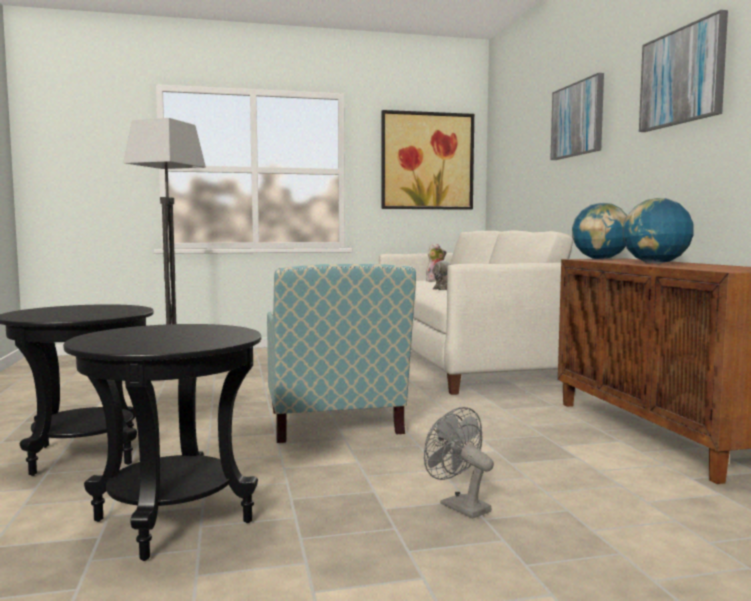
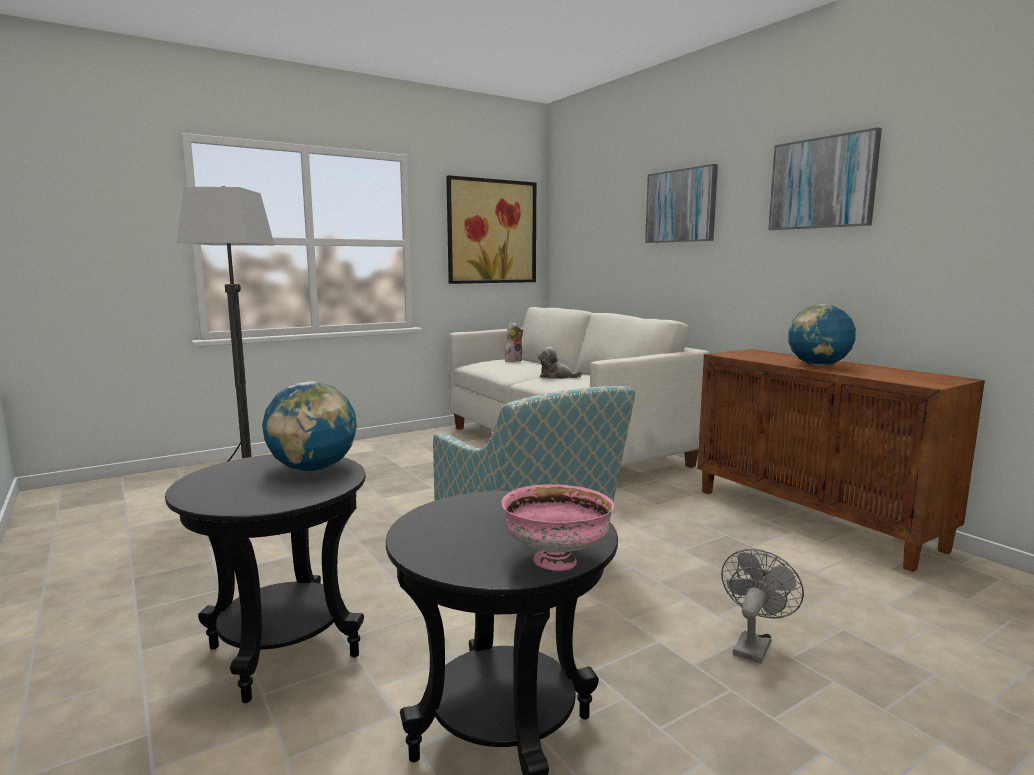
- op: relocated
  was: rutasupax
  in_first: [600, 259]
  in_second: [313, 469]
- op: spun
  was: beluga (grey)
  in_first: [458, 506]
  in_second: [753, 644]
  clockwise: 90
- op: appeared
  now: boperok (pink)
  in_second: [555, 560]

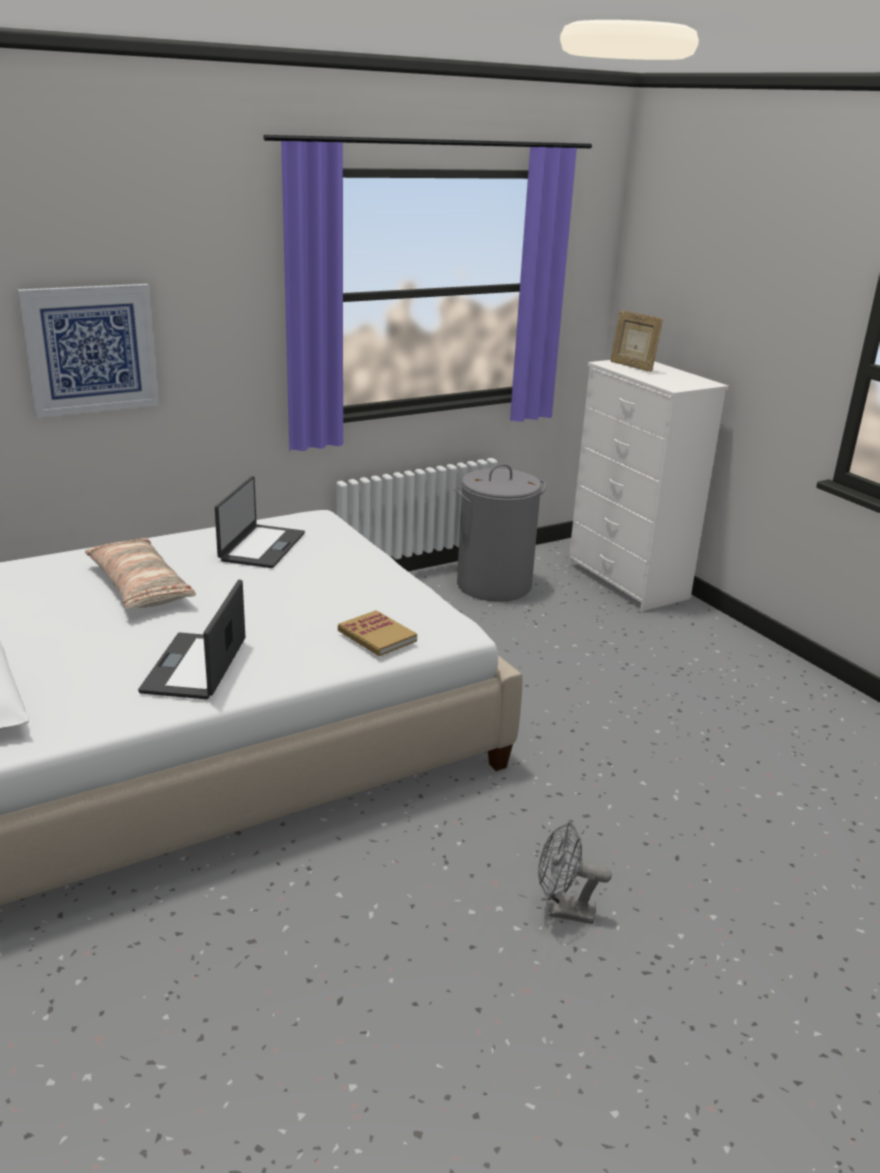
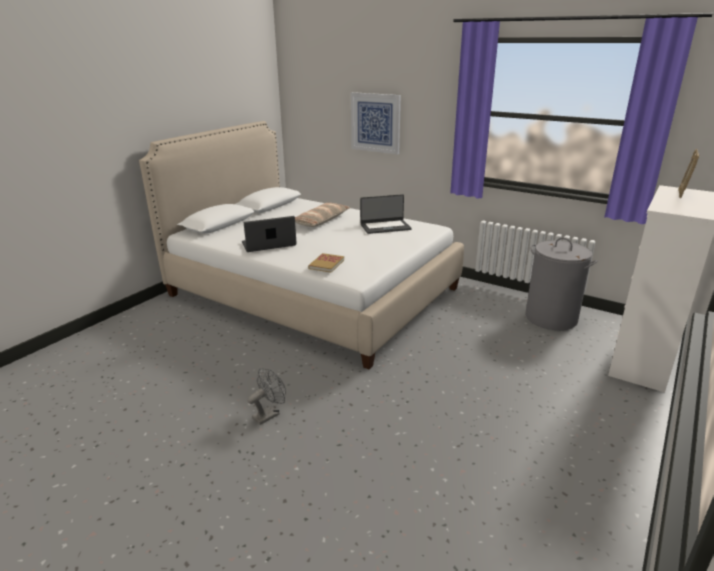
- op: spun
  was: beluga (grey)
  in_first: [563, 910]
  in_second: [269, 414]
  clockwise: 60

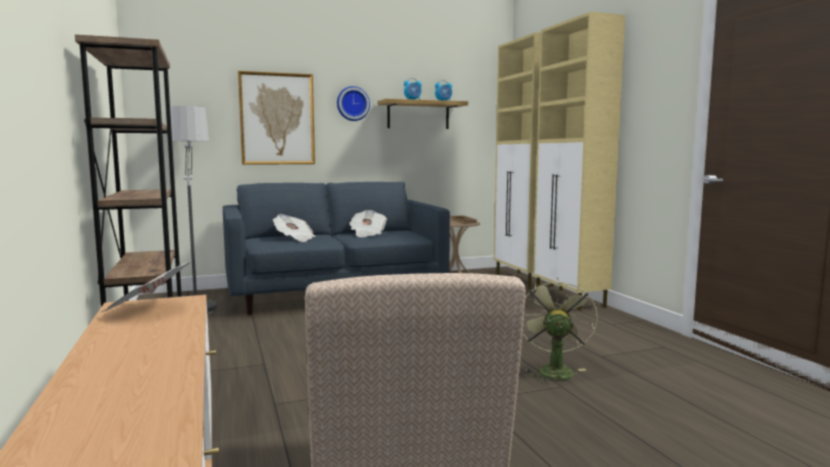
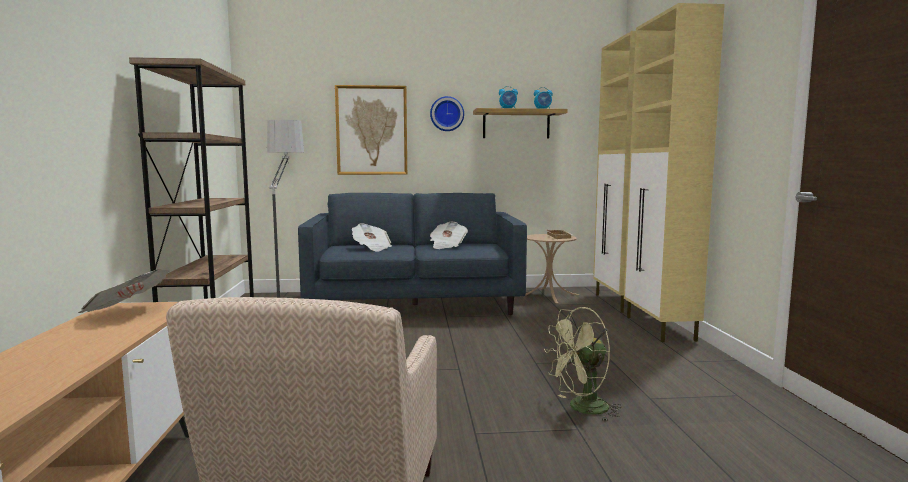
- op: spun
  was: beluga (green)
  in_first: [553, 370]
  in_second: [582, 409]
  clockwise: -135

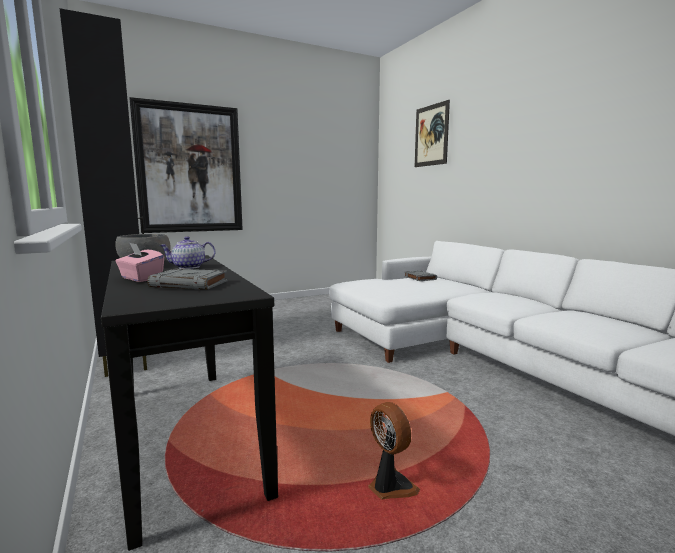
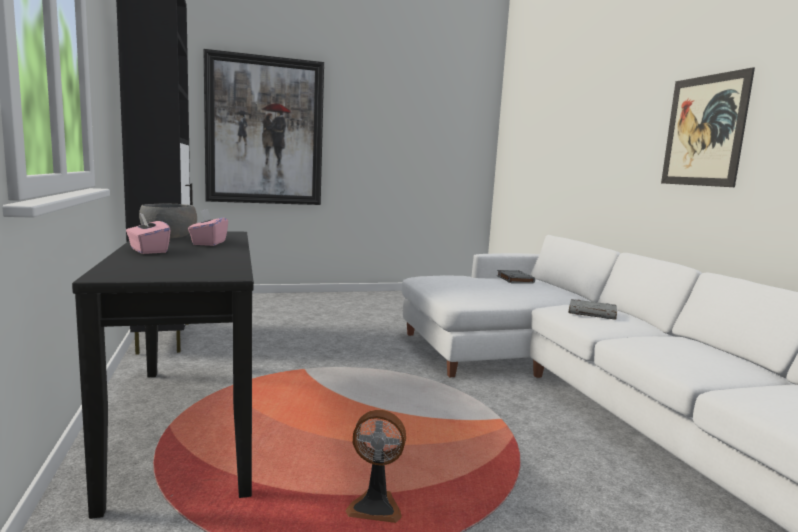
- op: relocated
  was: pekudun
  in_first: [431, 135]
  in_second: [704, 131]
- op: exchanged
  was: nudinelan
  now: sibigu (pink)
  in_first: [188, 267]
  in_second: [208, 243]
- op: relocated
  was: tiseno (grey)
  in_first: [190, 284]
  in_second: [592, 313]
- op: spun
  was: beluga
  in_first: [390, 487]
  in_second: [375, 506]
  clockwise: 120

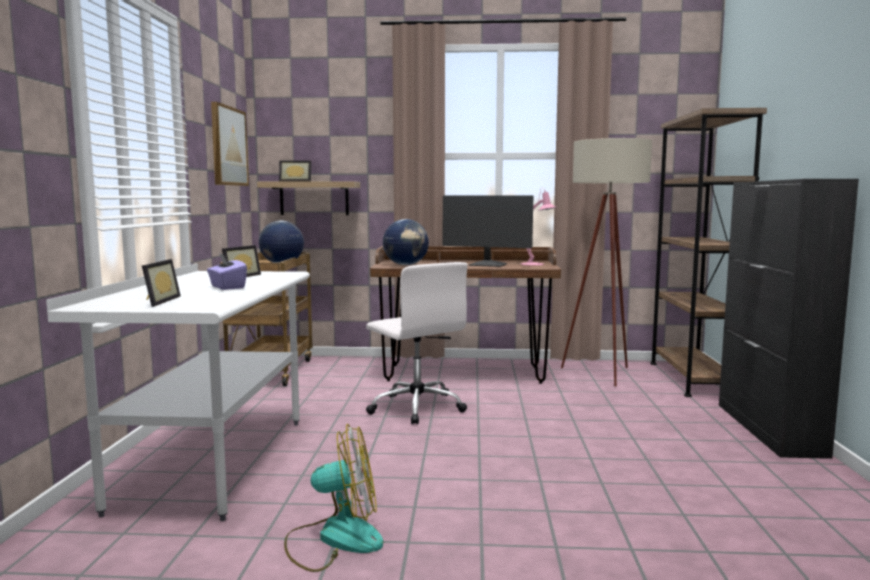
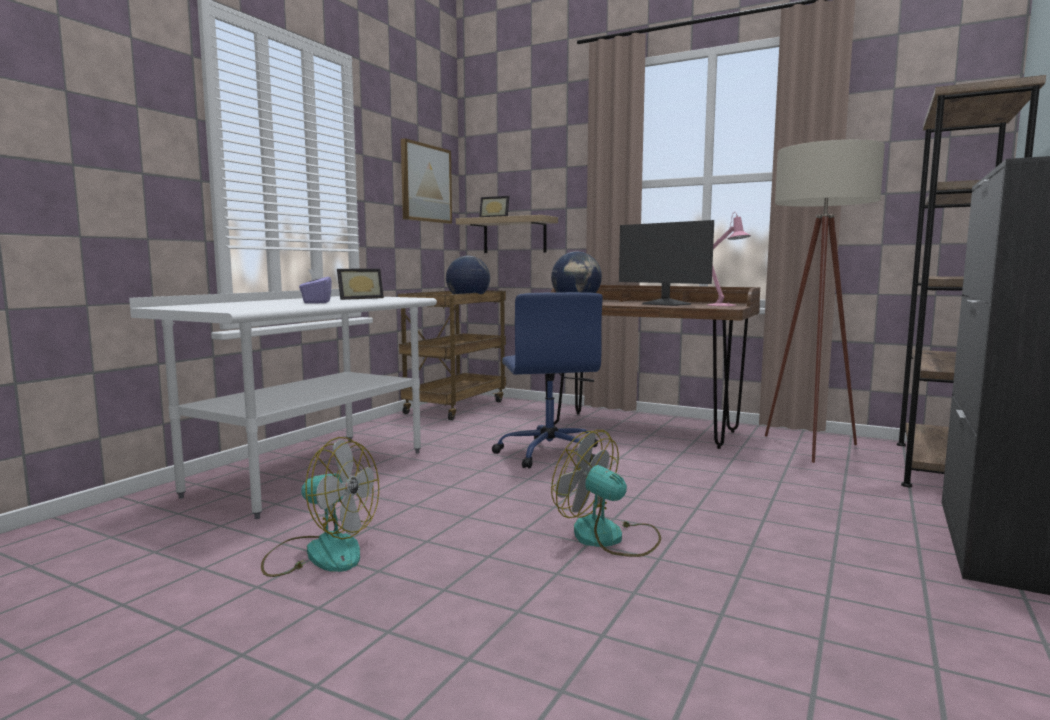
- op: missing
  was: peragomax
  in_first: [156, 301]
- op: colour
  was: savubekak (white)
  now: savubekak (blue)
  in_first: [416, 407]
  in_second: [549, 453]
- op: appeared
  now: beluga
  in_second: [609, 538]

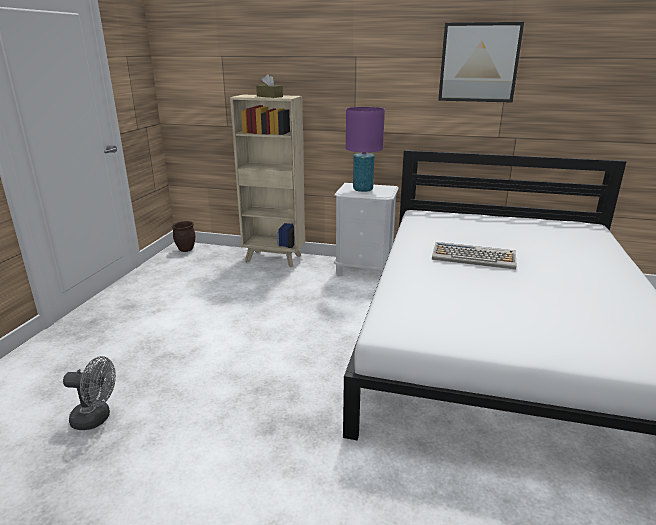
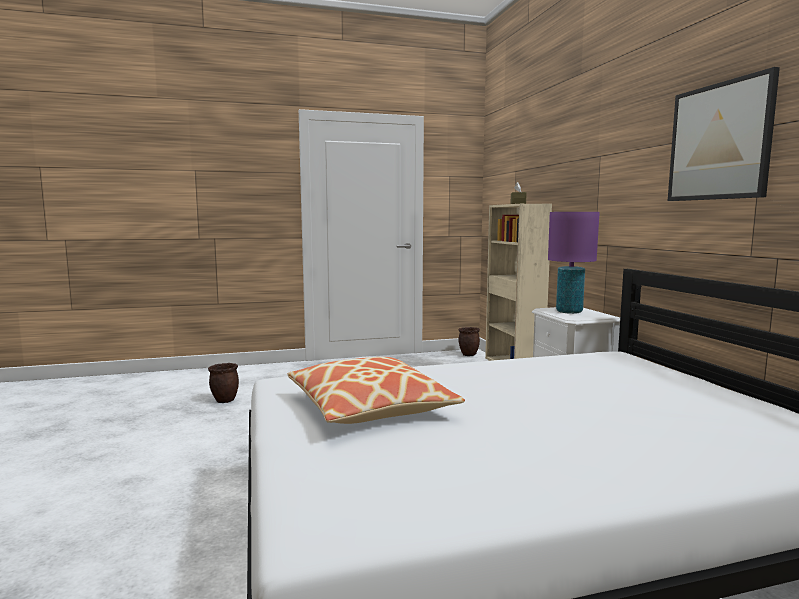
- op: missing
  was: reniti
  in_first: [474, 257]
- op: exchanged
  was: beluga (grey)
  now: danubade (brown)
  in_first: [97, 418]
  in_second: [225, 400]
- op: appeared
  now: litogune
  in_second: [370, 407]

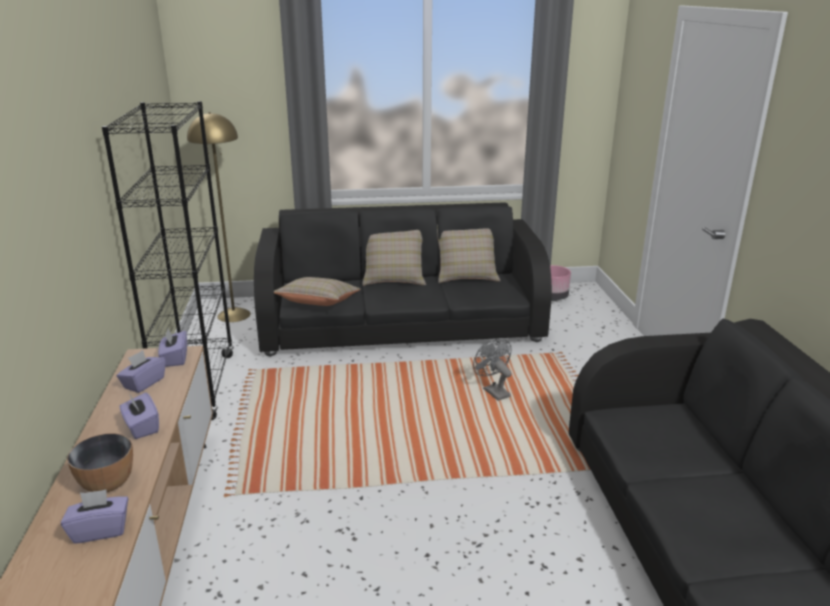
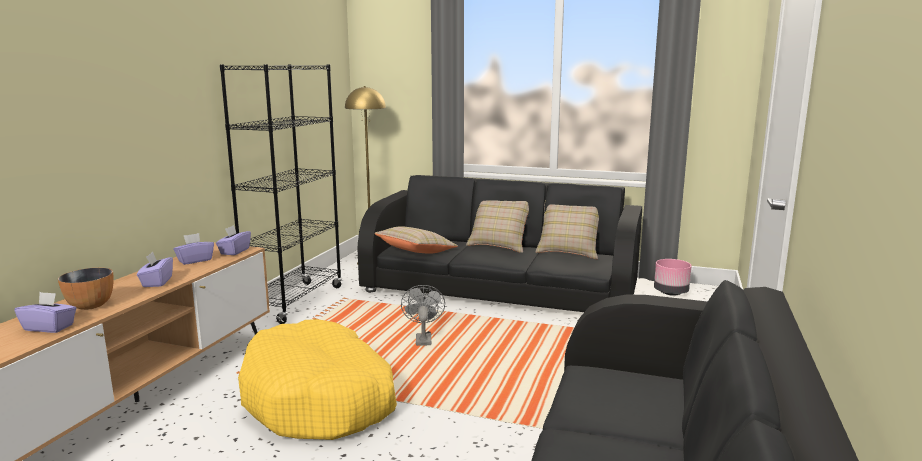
- op: relocated
  was: beluga (grey)
  in_first: [493, 391]
  in_second: [423, 338]
- op: appeared
  now: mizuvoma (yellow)
  in_second: [320, 399]

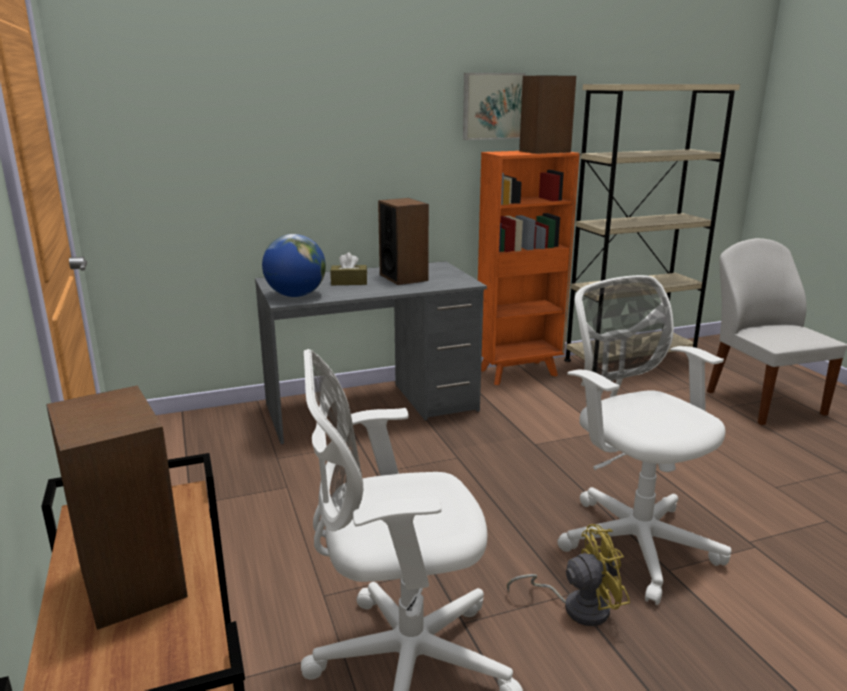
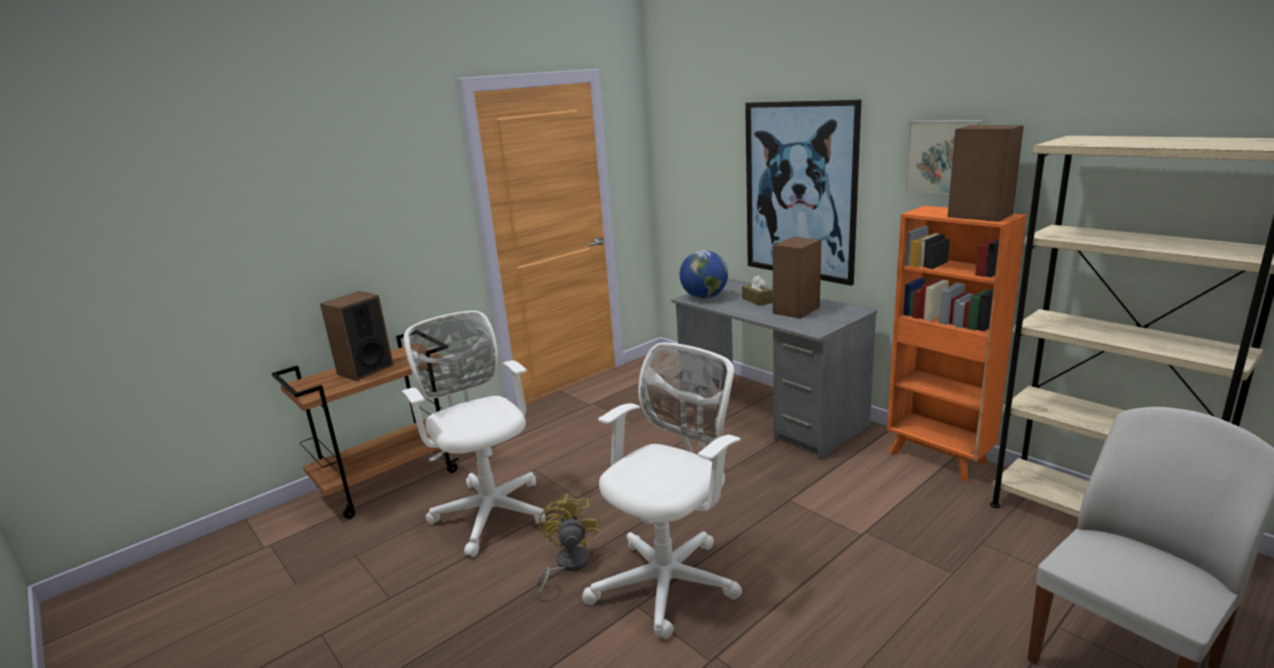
- op: spun
  was: beluga (yellow)
  in_first: [576, 606]
  in_second: [567, 565]
  clockwise: -150
- op: appeared
  now: pekudun
  in_second: [799, 191]

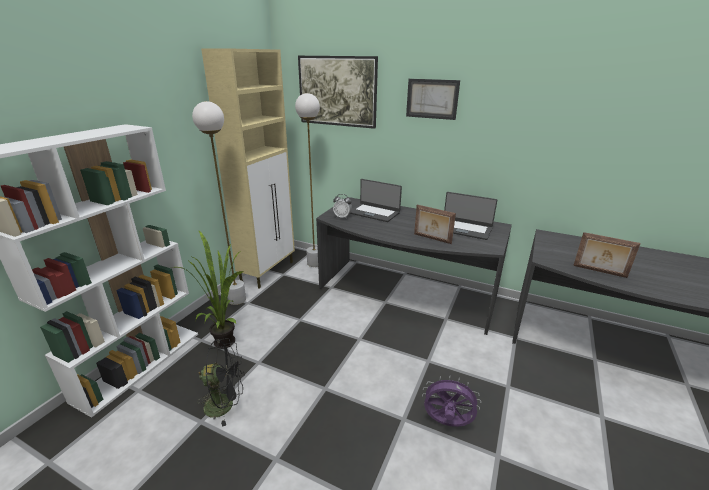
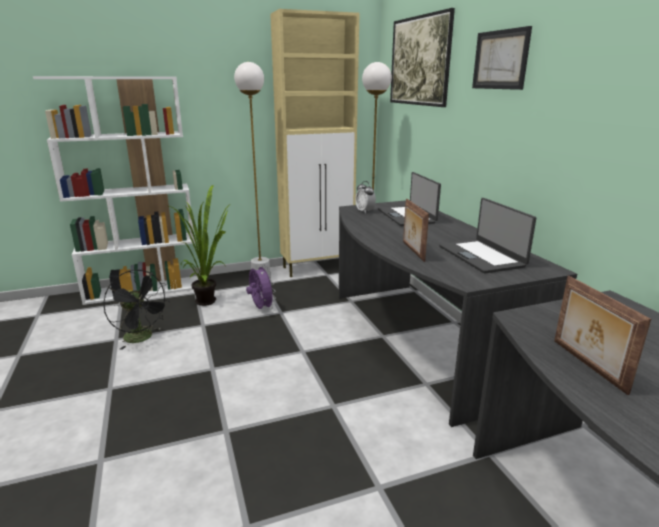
- op: relocated
  was: beluga (purple)
  in_first: [446, 423]
  in_second: [261, 308]

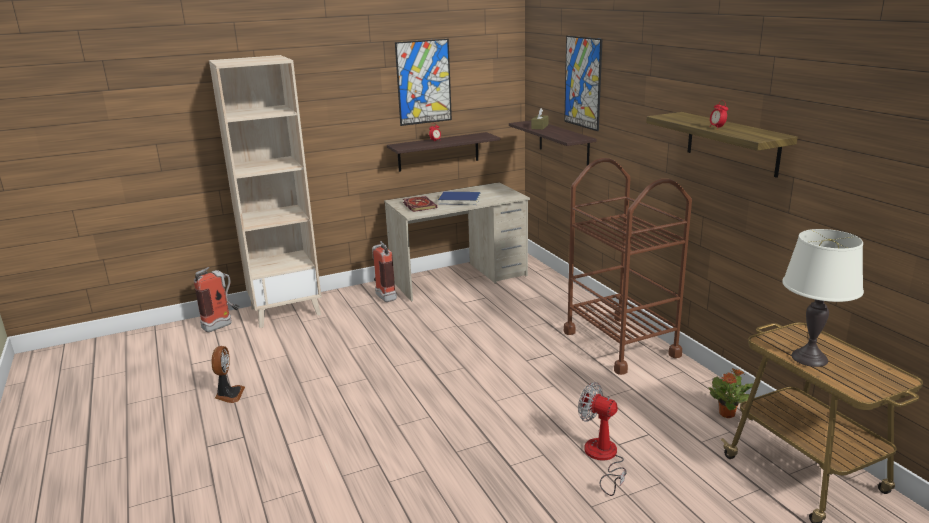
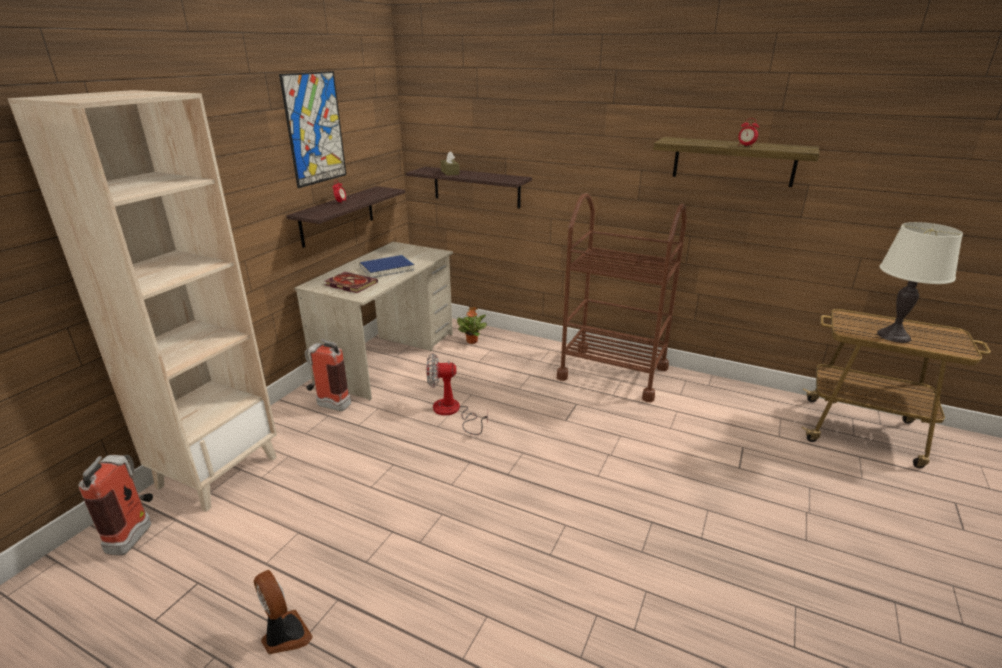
- op: missing
  was: pekudun
  in_first: [583, 82]
- op: relocated
  was: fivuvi
  in_first: [727, 414]
  in_second: [472, 341]
- op: relocated
  was: beluga
  in_first: [603, 458]
  in_second: [452, 412]

